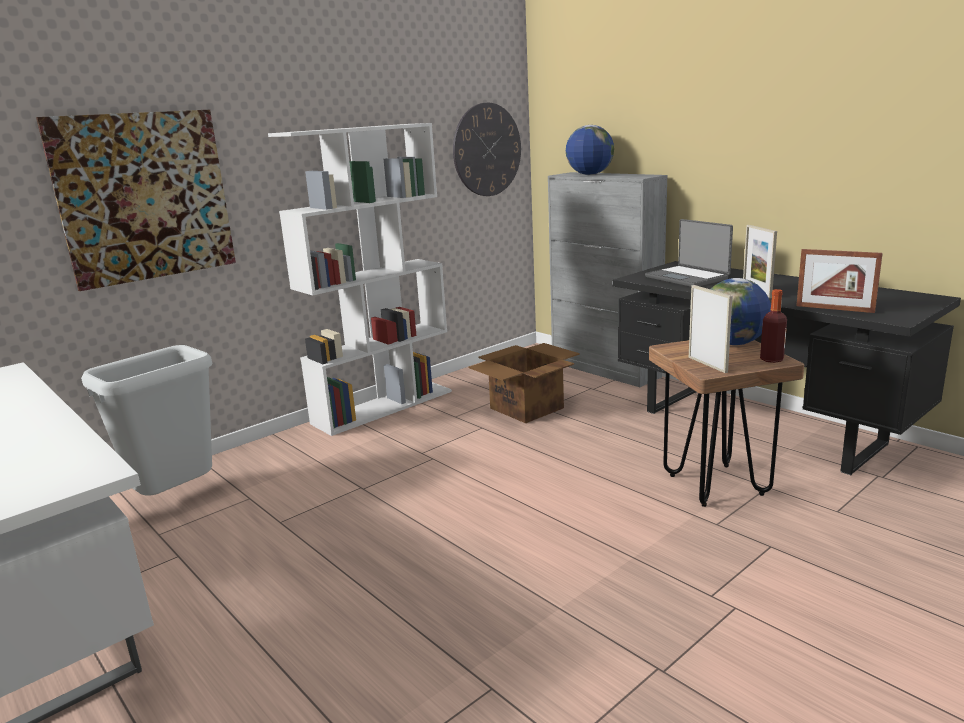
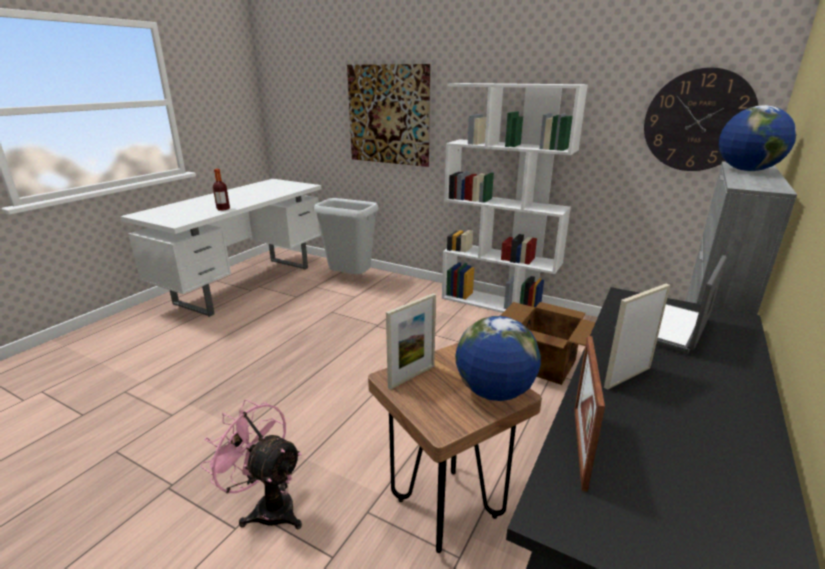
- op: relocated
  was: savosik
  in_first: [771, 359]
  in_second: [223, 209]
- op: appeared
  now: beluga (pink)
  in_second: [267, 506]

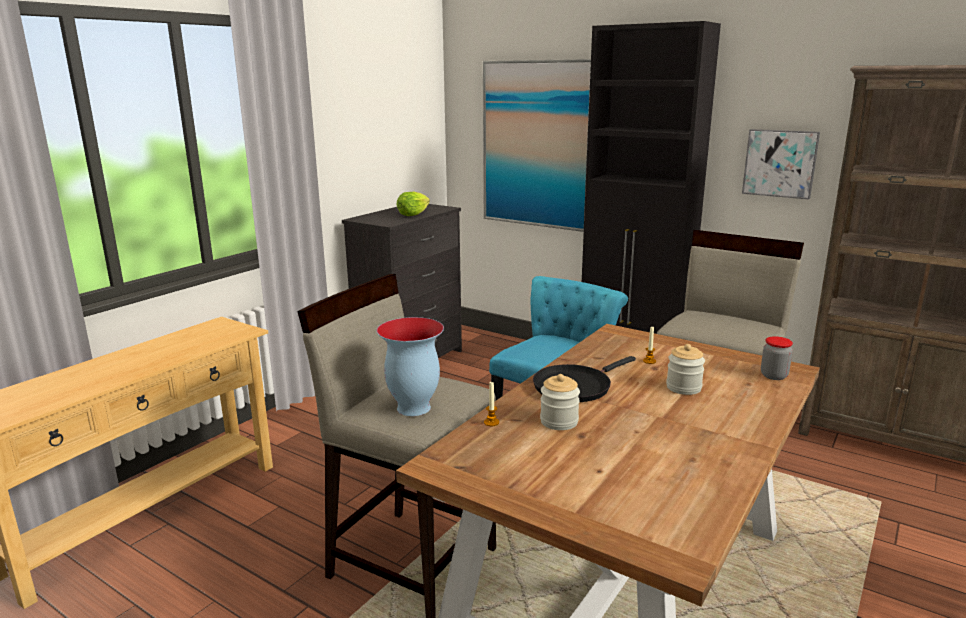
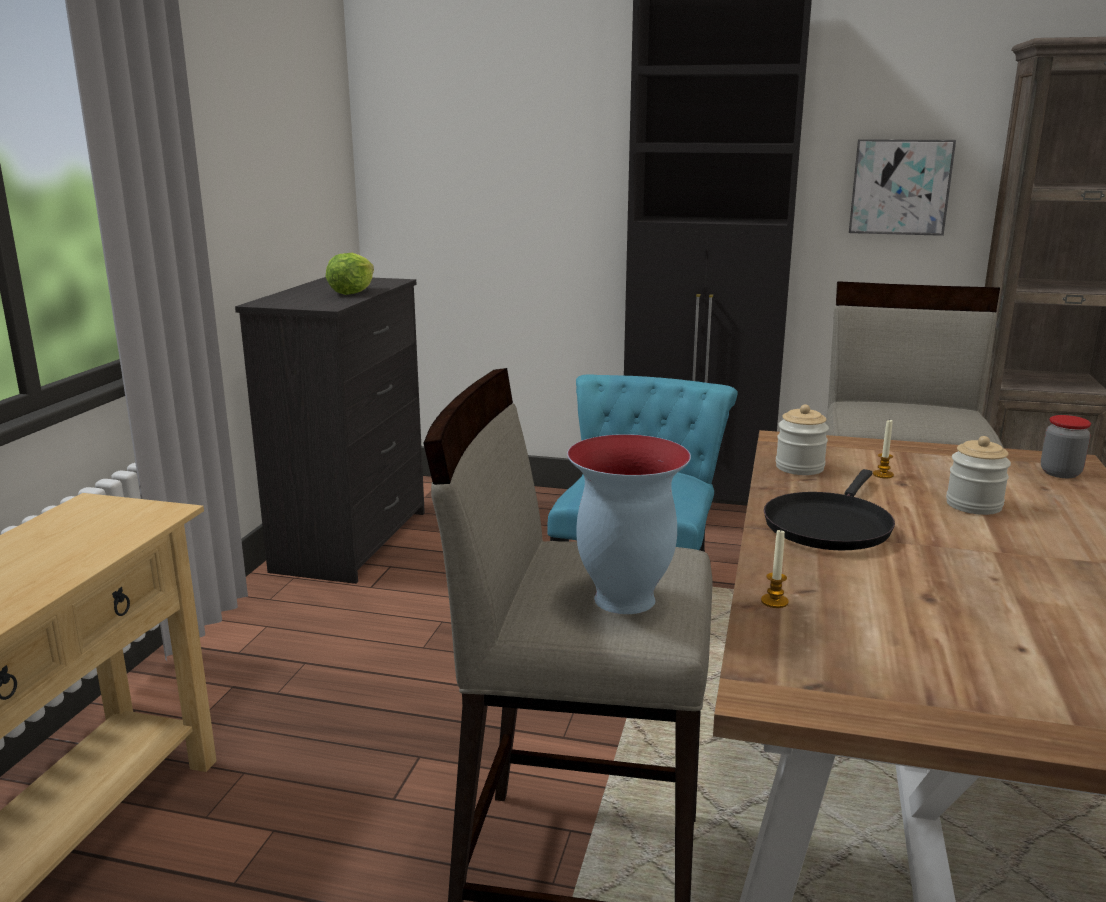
- op: missing
  was: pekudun
  in_first: [536, 145]
- op: relocated
  was: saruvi
  in_first: [559, 421]
  in_second: [799, 467]

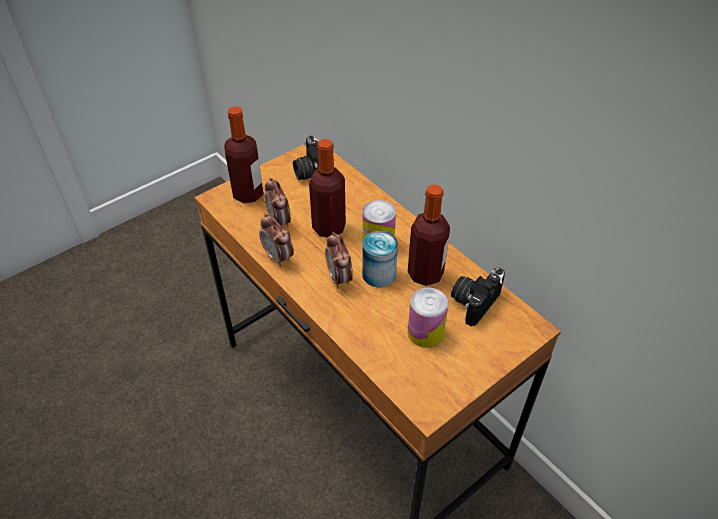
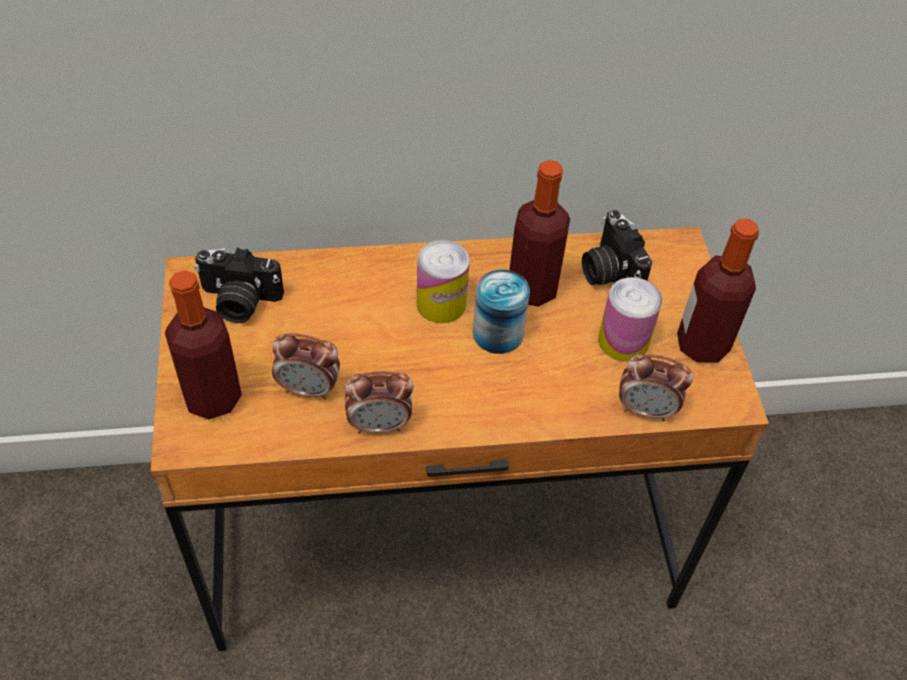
- op: relocated
  was: savosik
  in_first: [329, 227]
  in_second: [702, 344]
- op: relocated
  was: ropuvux
  in_first: [339, 278]
  in_second: [646, 409]

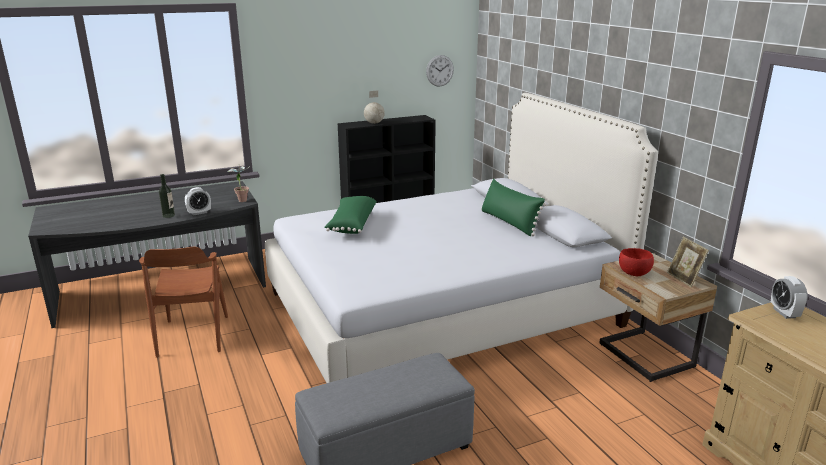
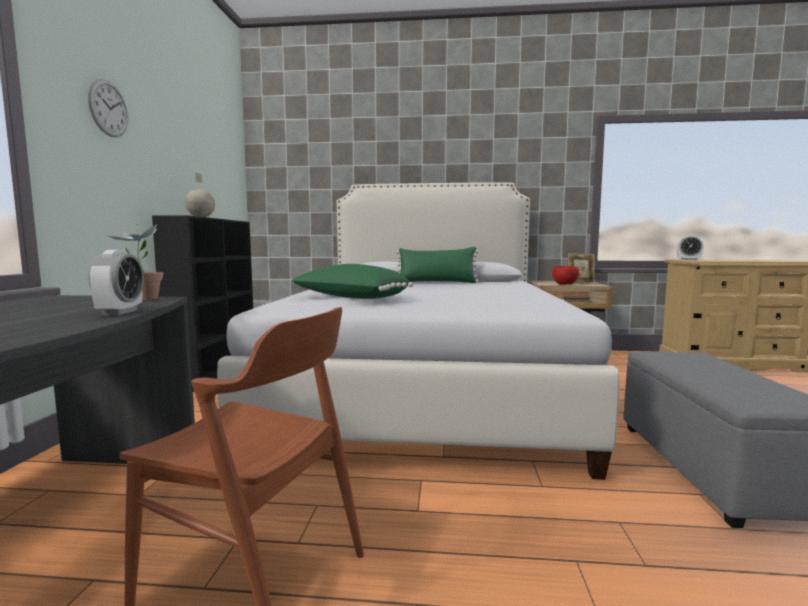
- op: relocated
  was: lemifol
  in_first: [439, 70]
  in_second: [108, 108]
- op: missing
  was: savosik
  in_first: [168, 215]

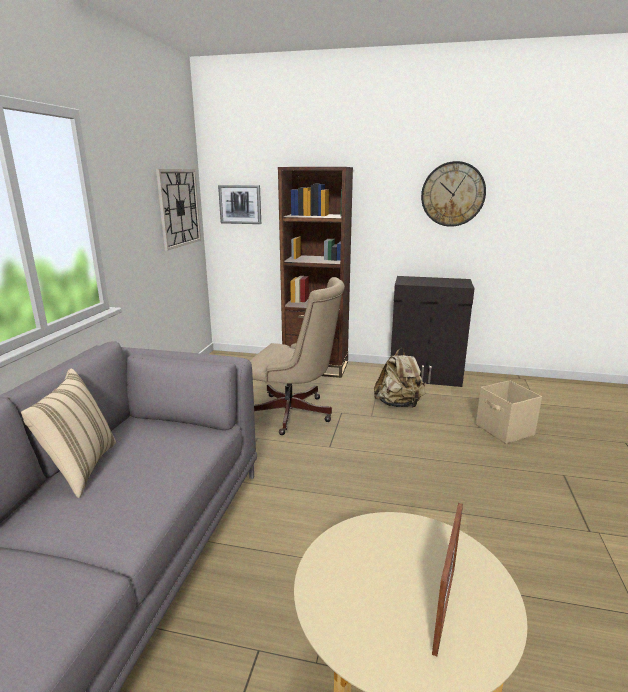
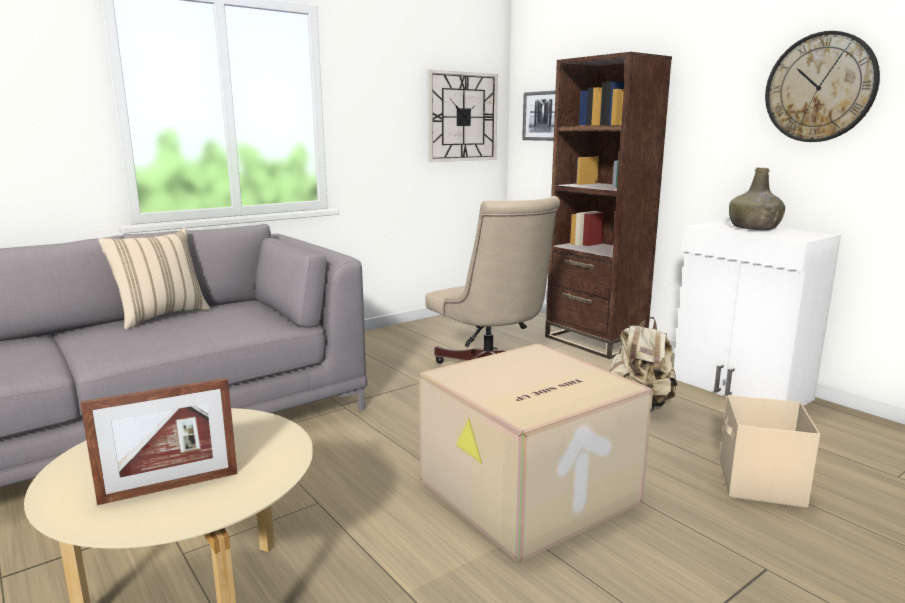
- op: colour
  was: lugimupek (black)
  now: lugimupek (white)
  in_first: [425, 376]
  in_second: [740, 389]
- op: appeared
  now: savosik (green)
  in_second: [754, 228]
- op: appeared
  now: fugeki
  in_second: [527, 493]

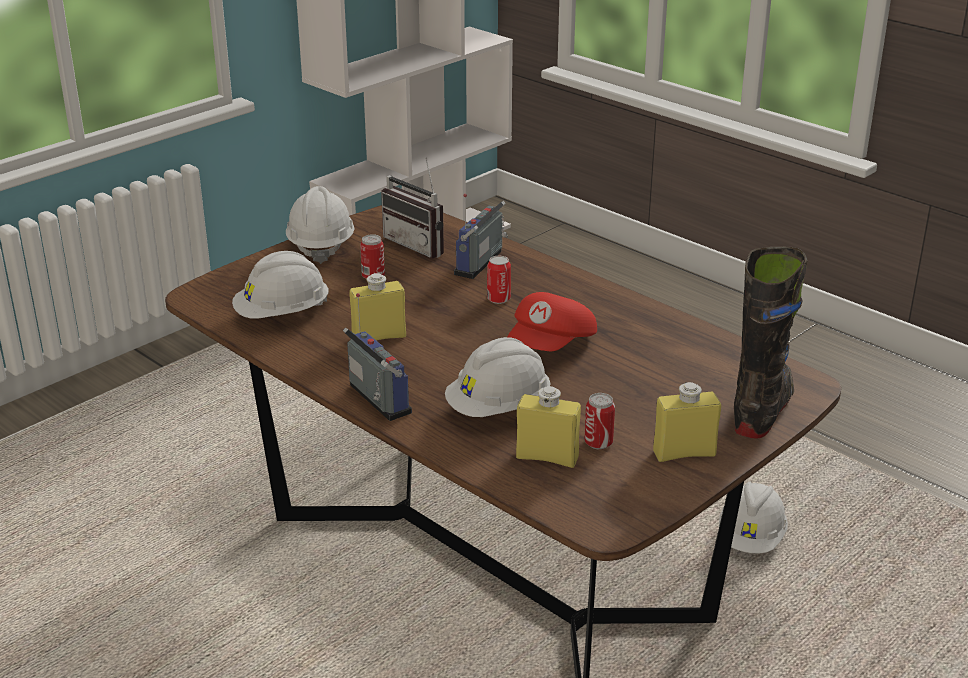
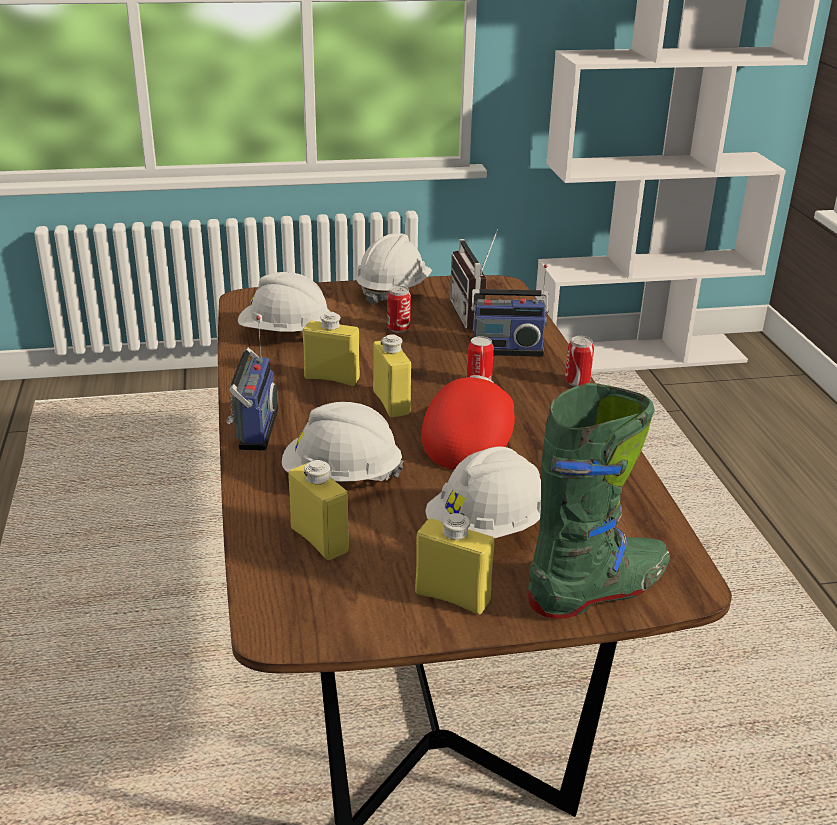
- op: spun
  was: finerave
  in_first: [481, 264]
  in_second: [506, 348]
  clockwise: -150
- op: colour
  was: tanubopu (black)
  now: tanubopu (green)
  in_first: [762, 409]
  in_second: [598, 590]
- op: spun
  was: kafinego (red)
  in_first: [552, 346]
  in_second: [468, 441]
  clockwise: 135
- op: relocated
  was: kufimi
  in_first: [598, 443]
  in_second: [577, 382]
- op: relocated
  was: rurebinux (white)
  in_first: [751, 538]
  in_second: [487, 529]
- op: appeared
  now: savosik (yellow)
  in_second: [391, 403]

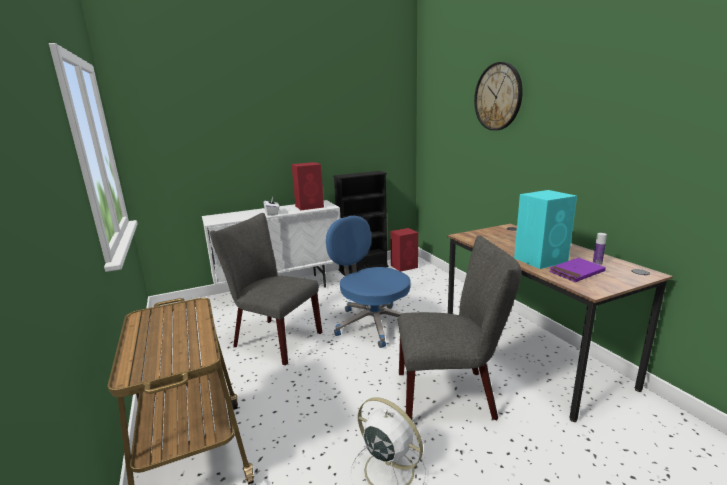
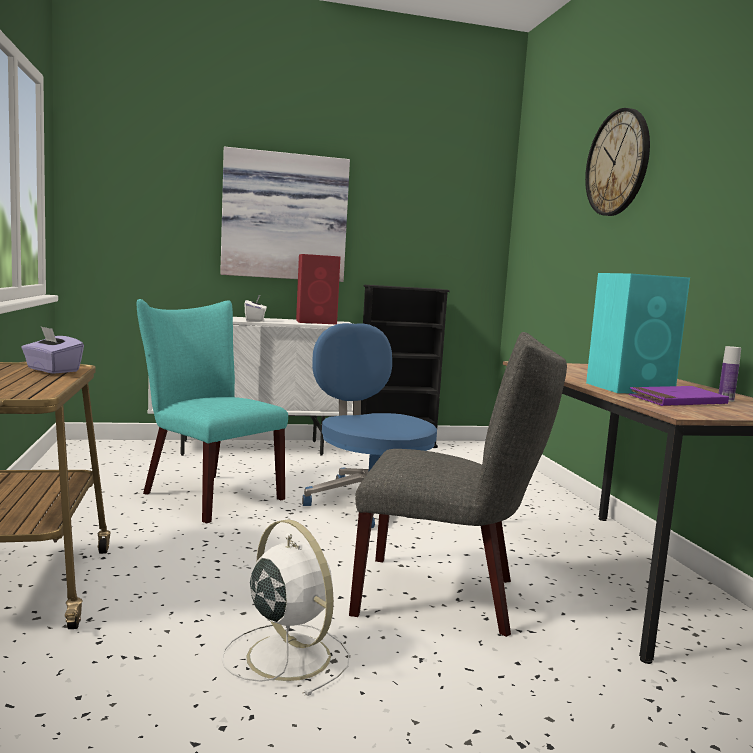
- op: colour
  was: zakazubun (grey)
  now: zakazubun (turquoise)
  in_first: [272, 339]
  in_second: [206, 494]
- op: missing
  was: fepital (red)
  in_first: [404, 266]
- op: appeared
  now: pekudun
  in_second: [284, 217]
- op: appeared
  now: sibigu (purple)
  in_second: [52, 370]

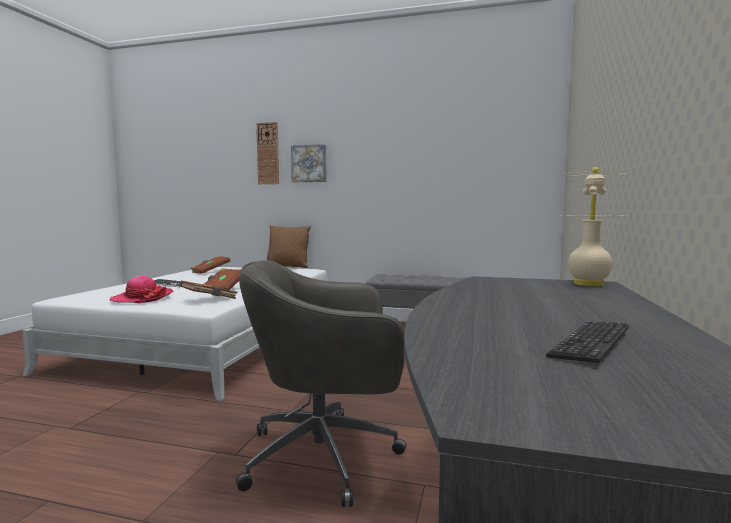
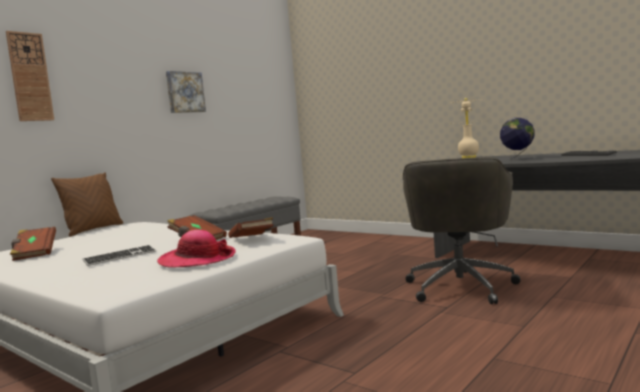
- op: relocated
  was: pekudun
  in_first: [309, 163]
  in_second: [185, 92]
- op: appeared
  now: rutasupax
  in_second: [517, 159]

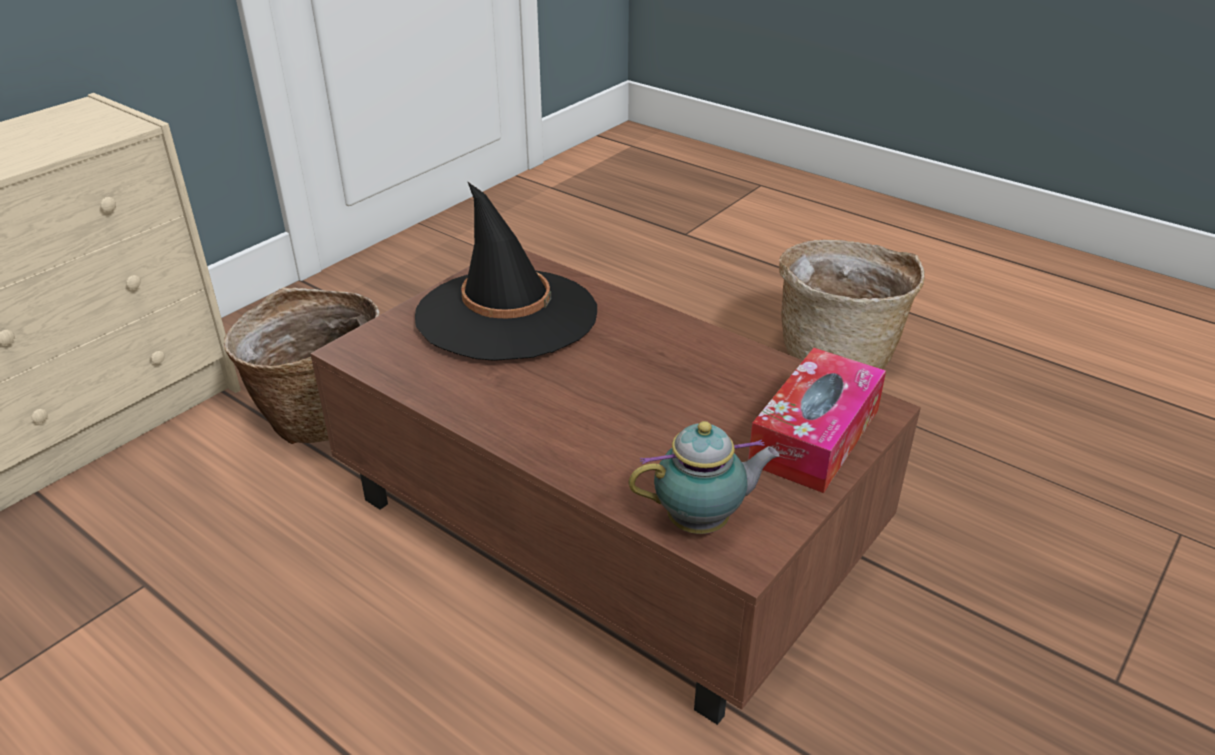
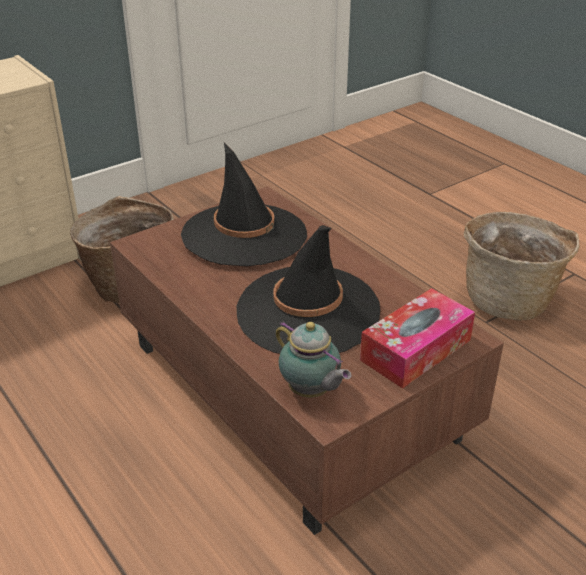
- op: spun
  was: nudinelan
  in_first: [702, 522]
  in_second: [311, 392]
  clockwise: 45
- op: appeared
  now: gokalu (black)
  in_second: [308, 311]

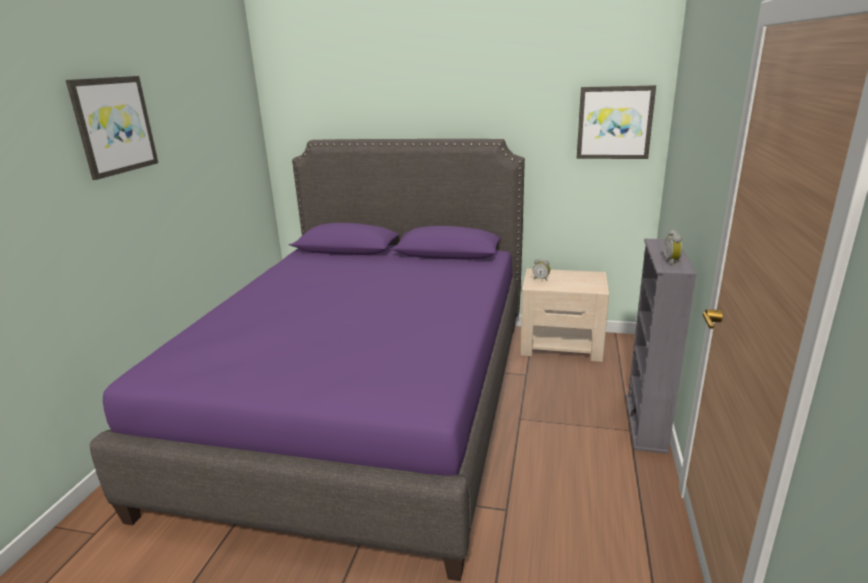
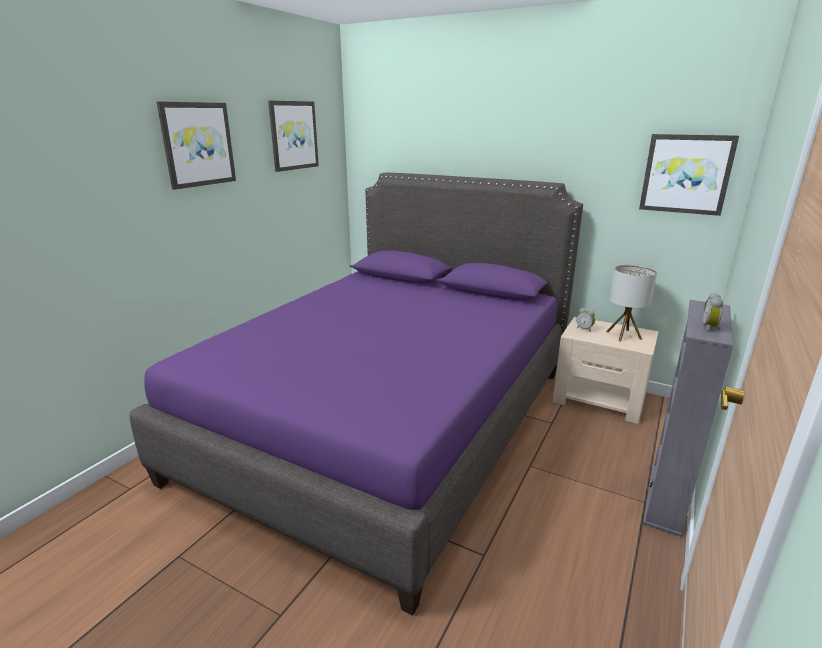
- op: appeared
  now: pekudun
  in_second: [293, 135]
- op: appeared
  now: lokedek
  in_second: [623, 335]

